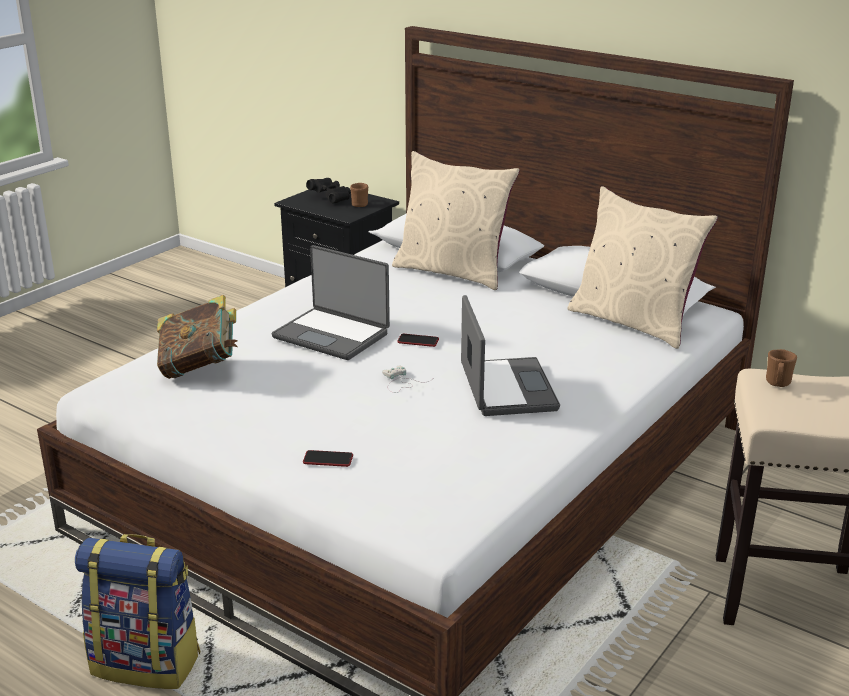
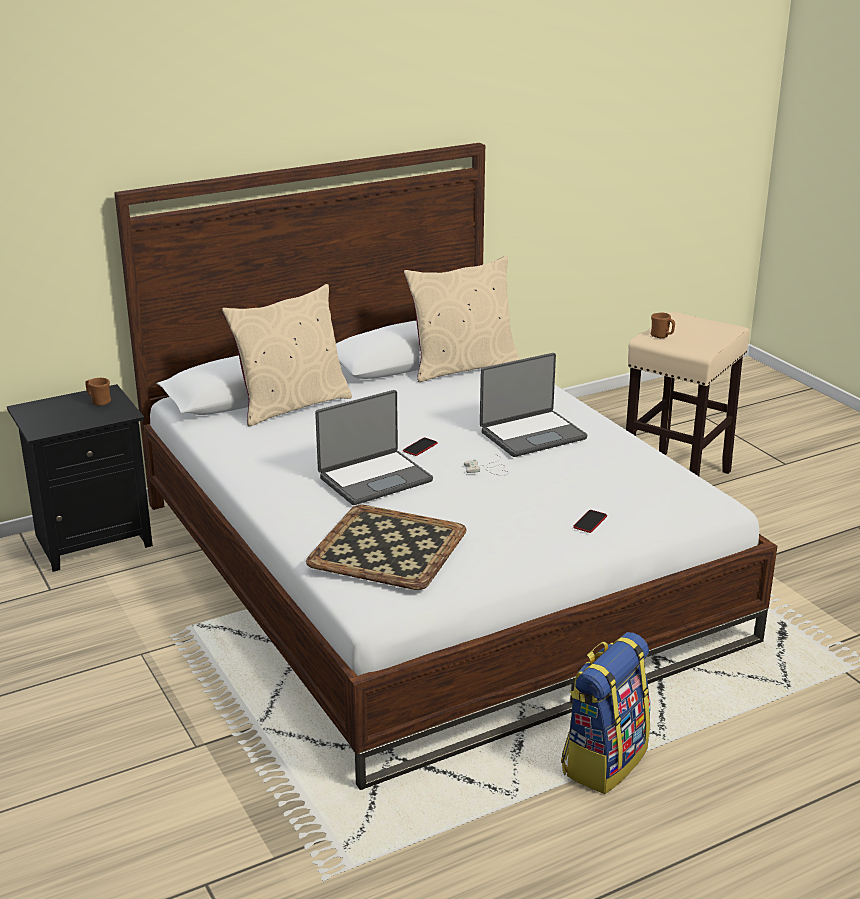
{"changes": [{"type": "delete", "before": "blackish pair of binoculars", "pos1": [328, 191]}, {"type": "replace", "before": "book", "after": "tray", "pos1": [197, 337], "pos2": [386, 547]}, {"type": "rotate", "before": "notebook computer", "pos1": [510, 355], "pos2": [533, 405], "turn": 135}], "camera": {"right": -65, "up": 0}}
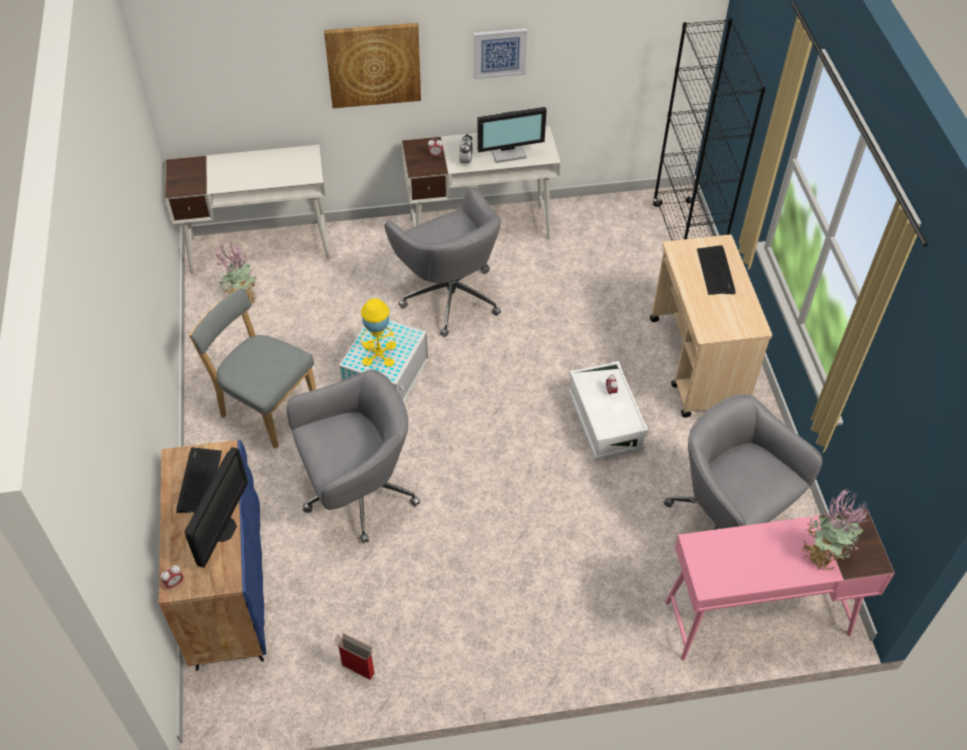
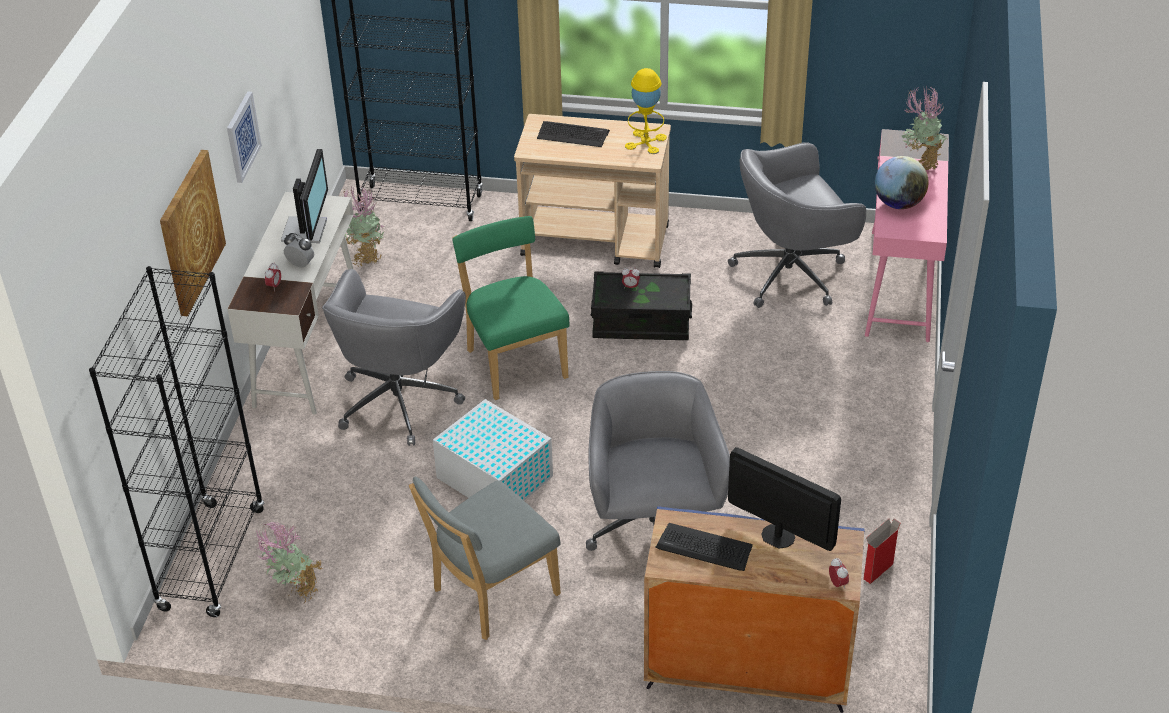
{"changes": [{"type": "insert", "after": "houseplant", "pos2": [364, 226]}, {"type": "insert", "after": "green upright chair", "pos2": [510, 308]}, {"type": "insert", "after": "desk globe", "pos2": [902, 182]}, {"type": "move", "before": "yellow-coloured table lamp", "pos1": [378, 332], "pos2": [646, 111]}, {"type": "replace", "before": "whitish desk", "after": "blackish shelving unit", "pos1": [247, 209], "pos2": [176, 441]}, {"type": "recolor", "before": "whitish storage bin", "after": "blackish storage bin", "pos1": [608, 411], "pos2": [641, 305]}, {"type": "rotate", "before": "gray office chair", "pos1": [443, 262], "pos2": [394, 357], "turn": 120}], "camera": {"right": -70, "up": -10}}
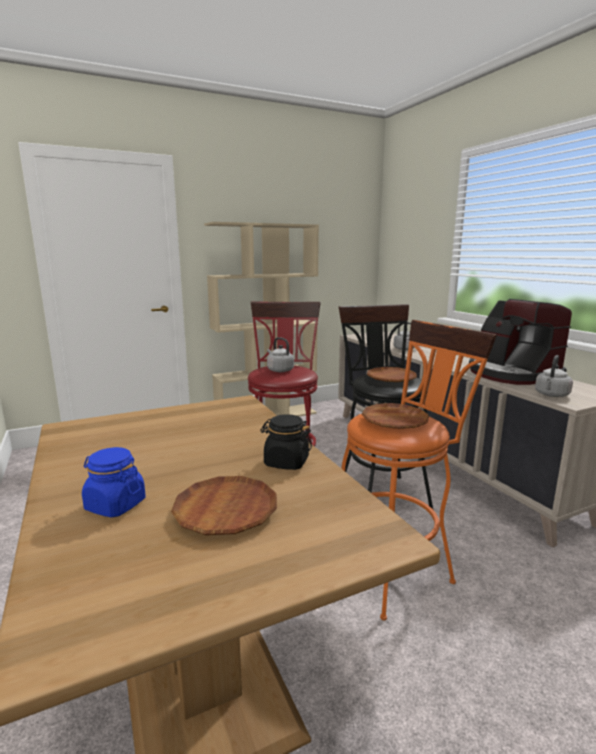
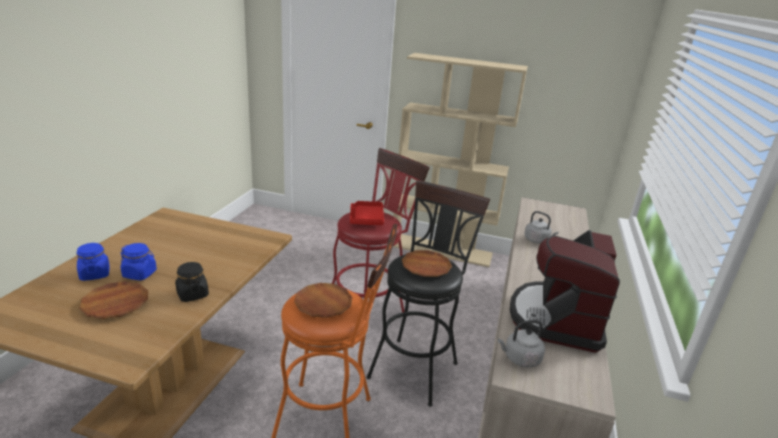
{"changes": [{"type": "insert", "after": "bluish preserve jar", "pos2": [139, 261]}, {"type": "replace", "before": "gray tea kettle", "after": "red-coloured tray", "pos1": [280, 354], "pos2": [367, 213]}], "camera": {"right": 40, "up": 10}}
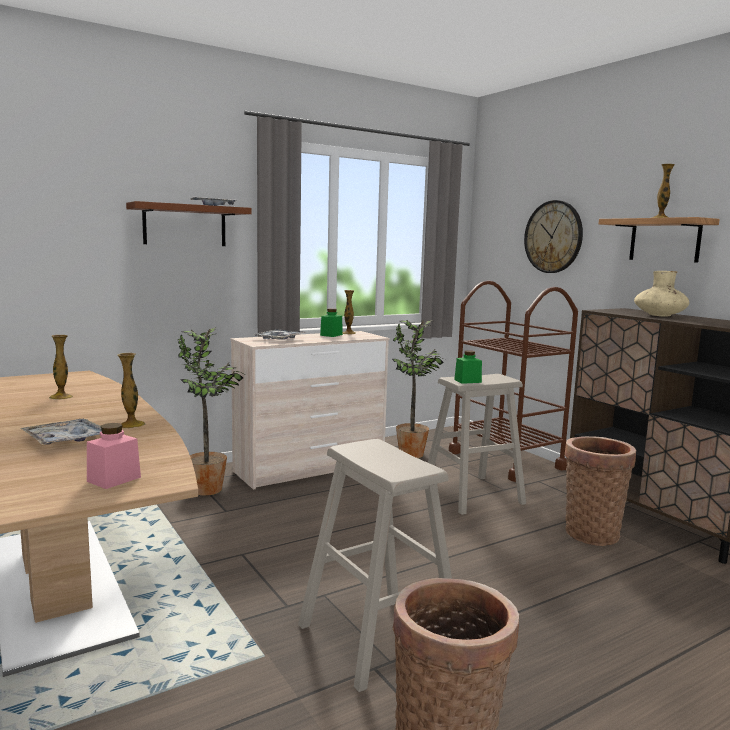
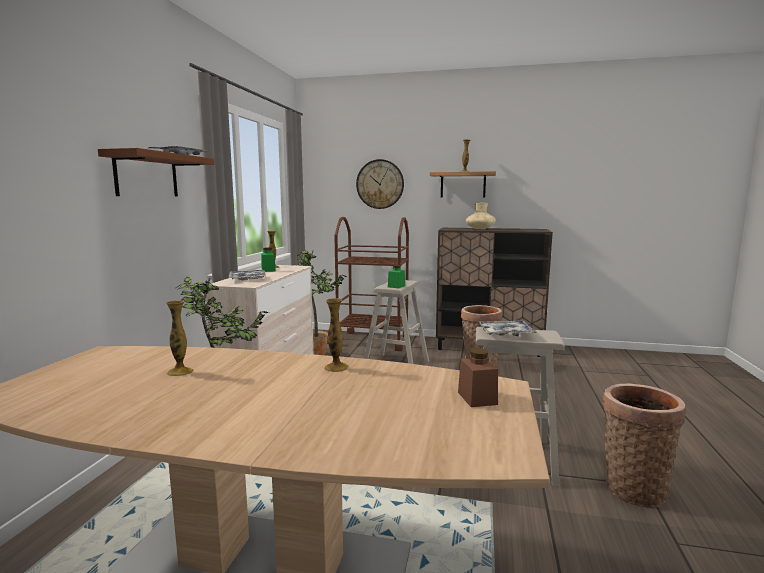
{"changes": [{"type": "move", "before": "tray", "pos1": [61, 432], "pos2": [508, 328]}, {"type": "recolor", "before": "pinkish preserve jar", "after": "brownish preserve jar", "pos1": [114, 456], "pos2": [478, 377]}], "camera": {"right": -45, "up": 0}}
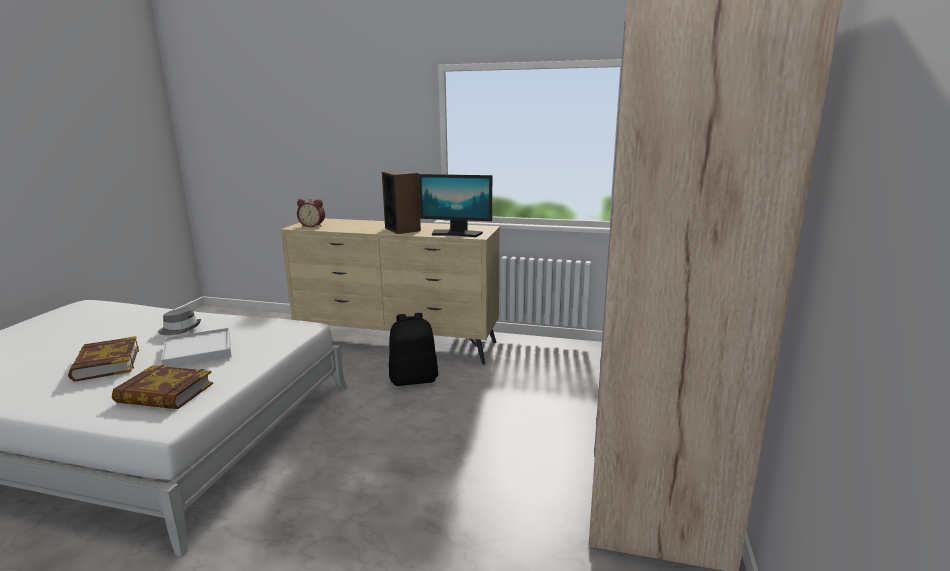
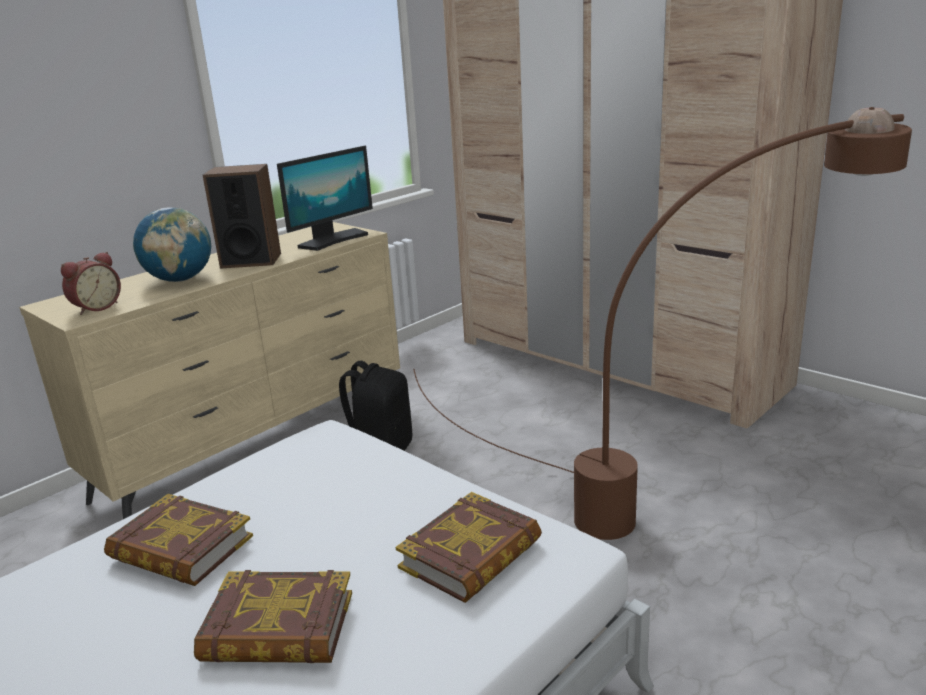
{"changes": [{"type": "delete", "before": "whitish tray", "pos1": [196, 347]}, {"type": "insert", "after": "desk globe", "pos2": [172, 244]}, {"type": "insert", "after": "brownish standing lamp", "pos2": [663, 323]}, {"type": "replace", "before": "gray wearable hat", "after": "book", "pos1": [179, 321], "pos2": [178, 540]}], "camera": {"right": -60, "up": 5}}
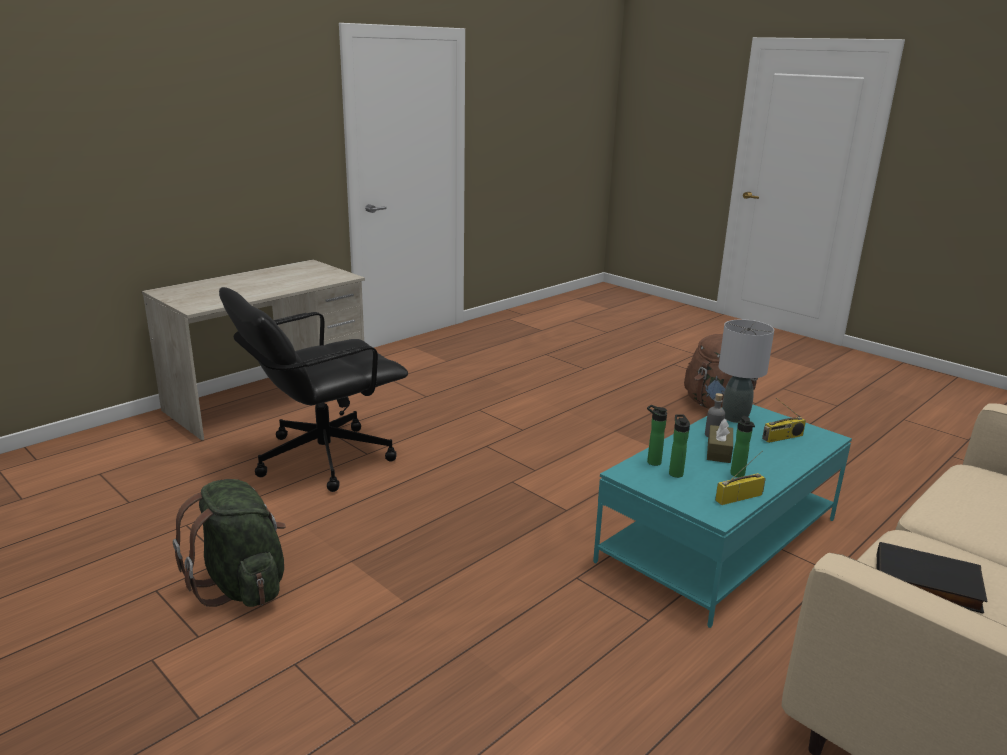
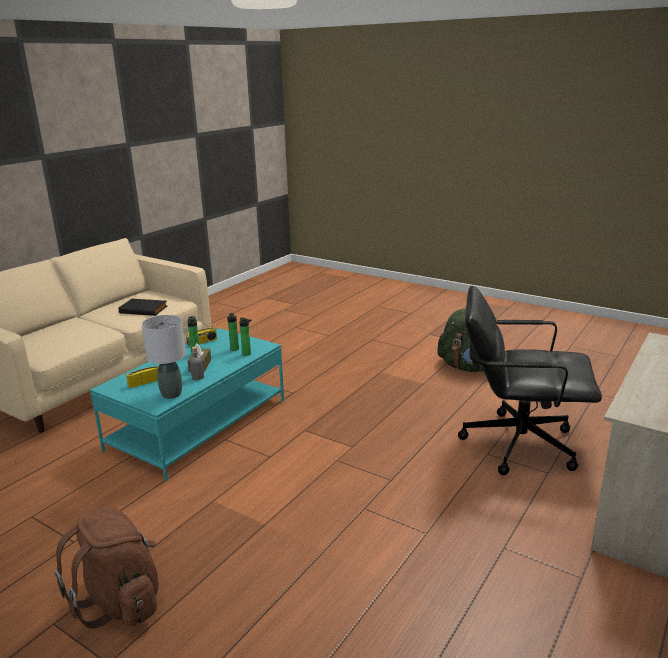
{"changes": [{"type": "rotate", "before": "blackish office chair", "pos1": [313, 389], "pos2": [530, 380], "turn": -120}], "camera": {"right": 170, "up": 0}}
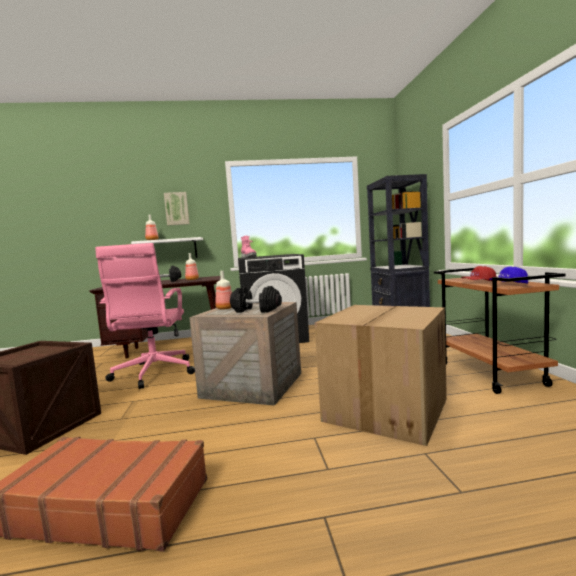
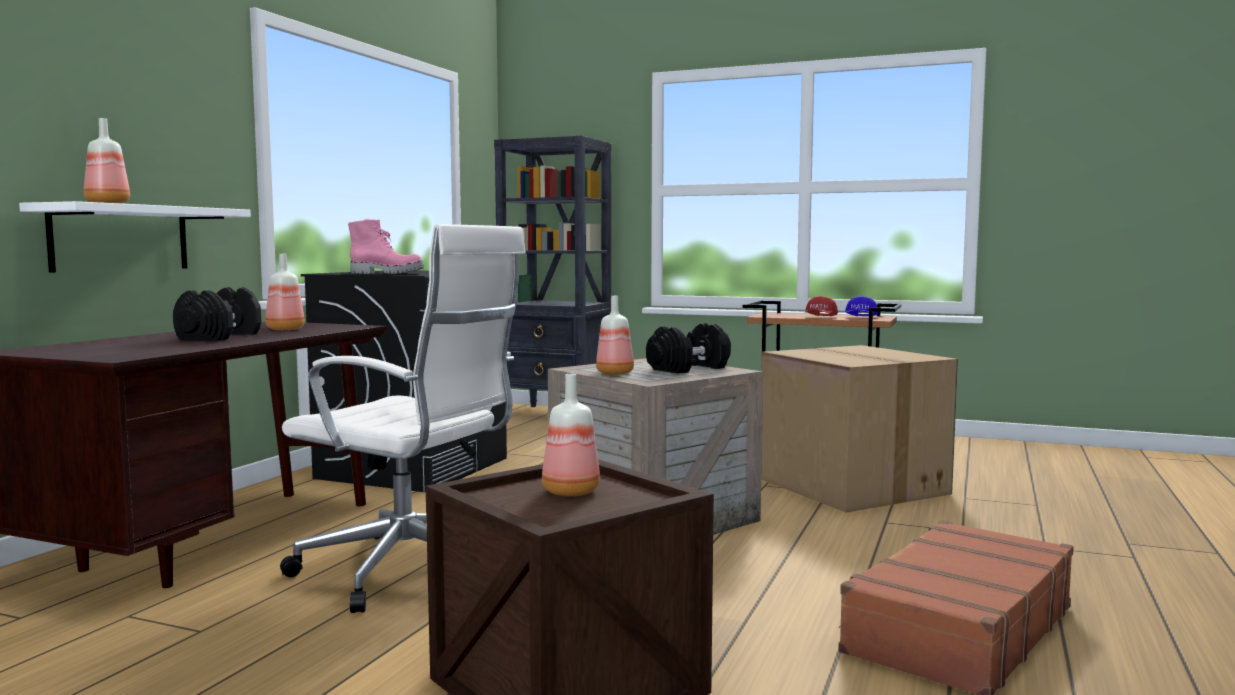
{"changes": [{"type": "delete", "before": "wall art", "pos1": [176, 208]}, {"type": "insert", "after": "bottle", "pos2": [571, 435]}, {"type": "recolor", "before": "pinkish office chair", "after": "whitish office chair", "pos1": [145, 316], "pos2": [403, 418]}], "camera": {"right": -60, "up": 0}}
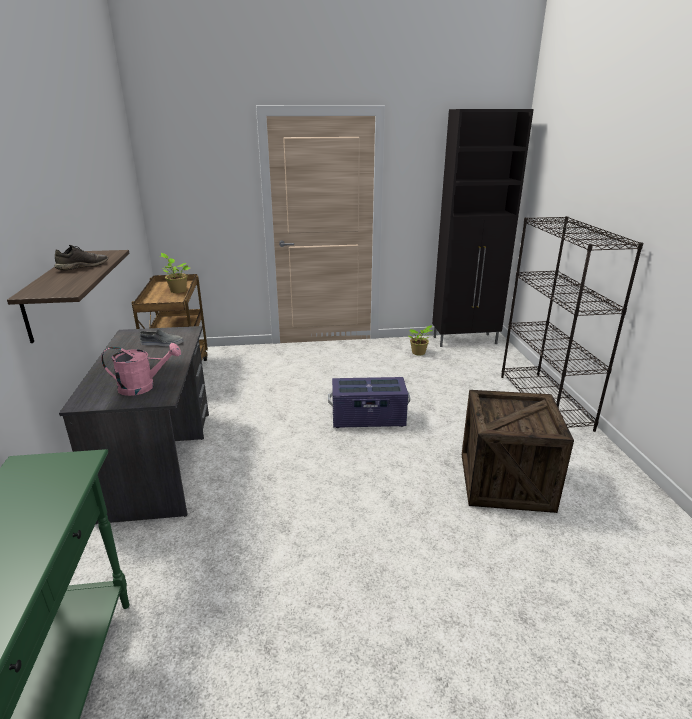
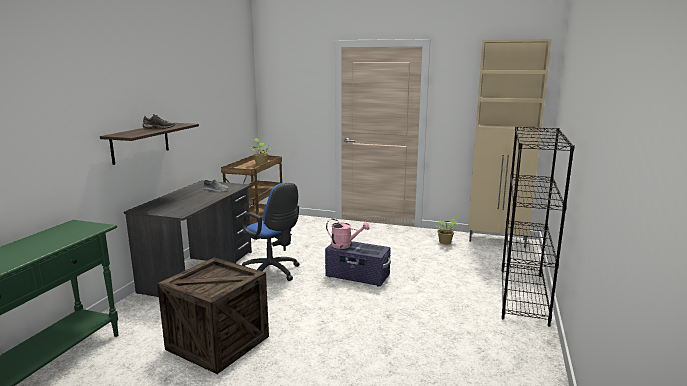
{"changes": [{"type": "insert", "after": "bluish office chair", "pos2": [270, 232]}, {"type": "move", "before": "pinkish sprinkling can", "pos1": [141, 369], "pos2": [348, 234]}, {"type": "move", "before": "shipping crate", "pos1": [518, 451], "pos2": [213, 315]}, {"type": "recolor", "before": "blackish storage cabinet", "after": "sand-coloured storage cabinet", "pos1": [483, 228], "pos2": [510, 143]}], "camera": {"right": 25, "up": -10}}
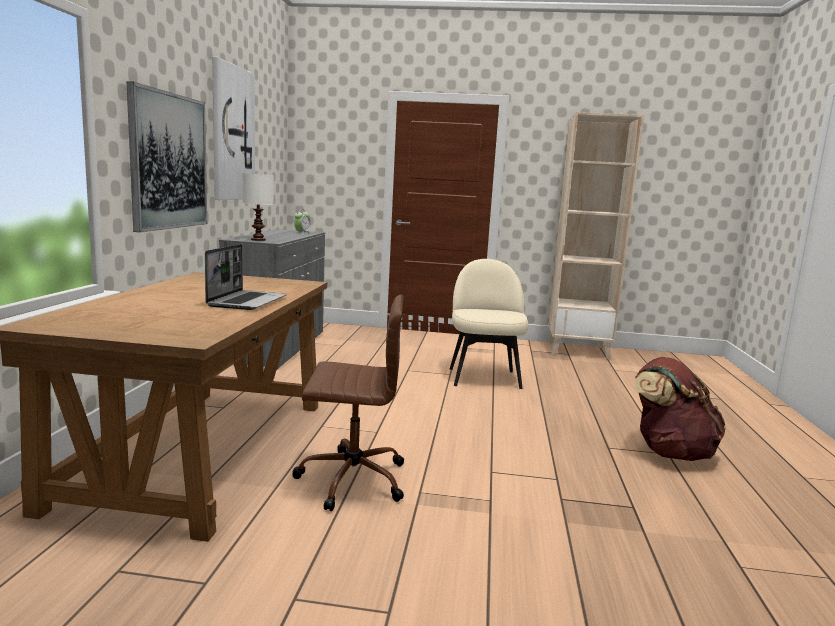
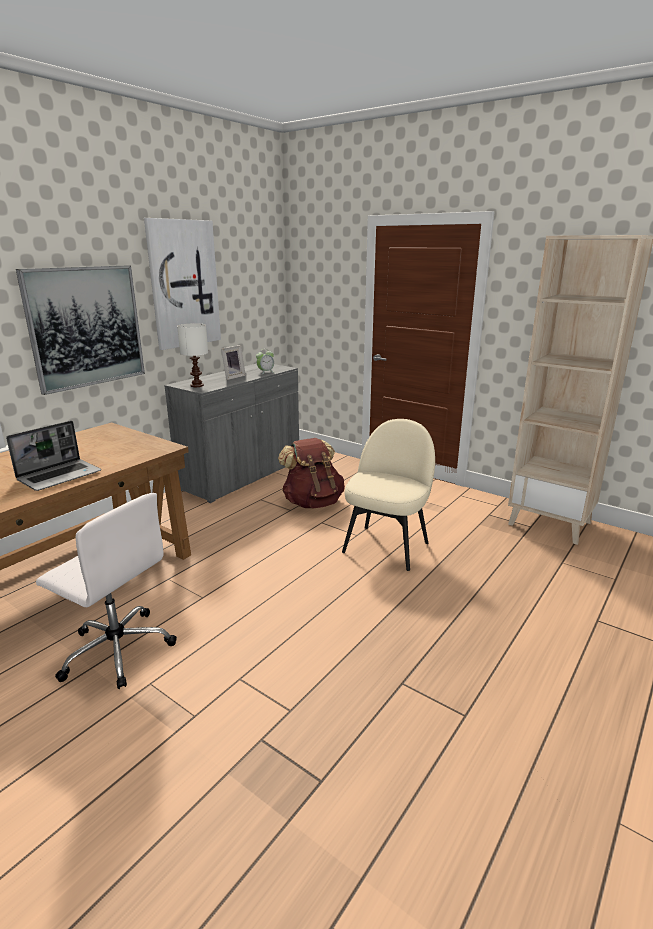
{"changes": [{"type": "insert", "after": "photo frame", "pos2": [233, 362]}, {"type": "move", "before": "brownish knapsack", "pos1": [680, 409], "pos2": [311, 473]}, {"type": "recolor", "before": "brownish office chair", "after": "whitish office chair", "pos1": [348, 403], "pos2": [106, 591]}], "camera": {"right": 30, "up": 10}}
